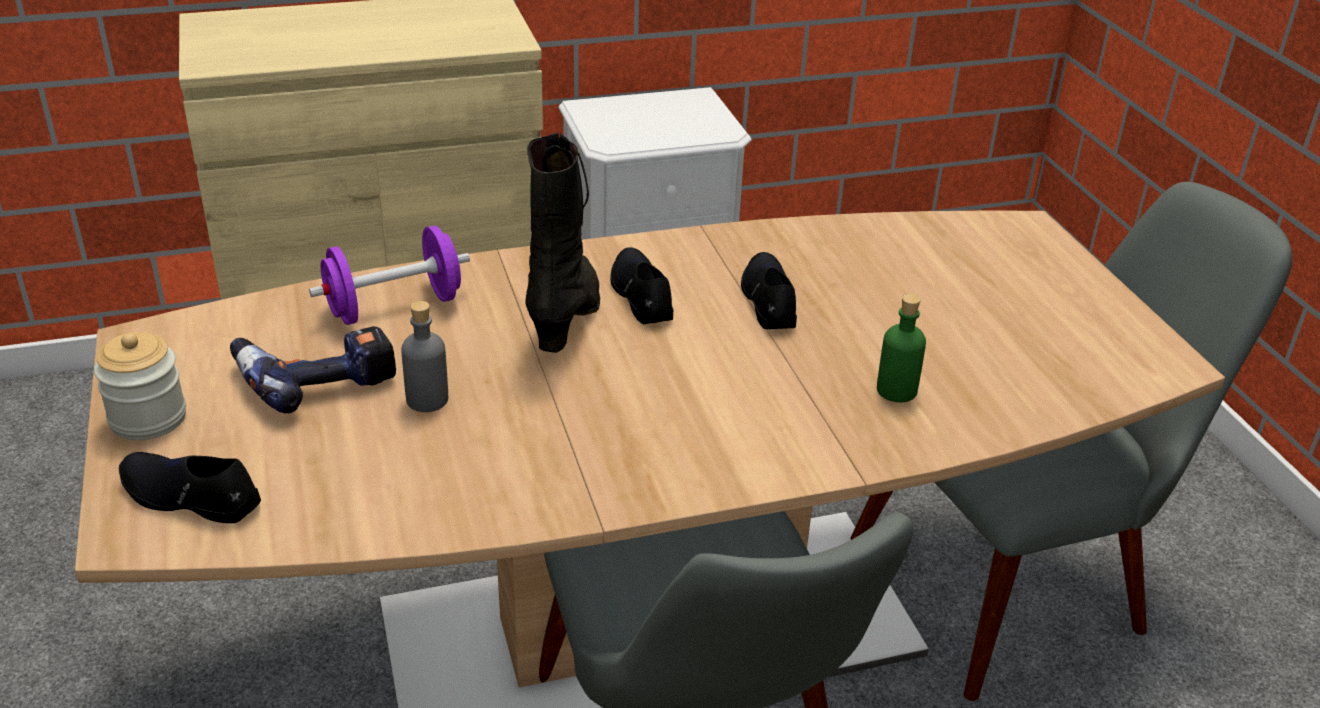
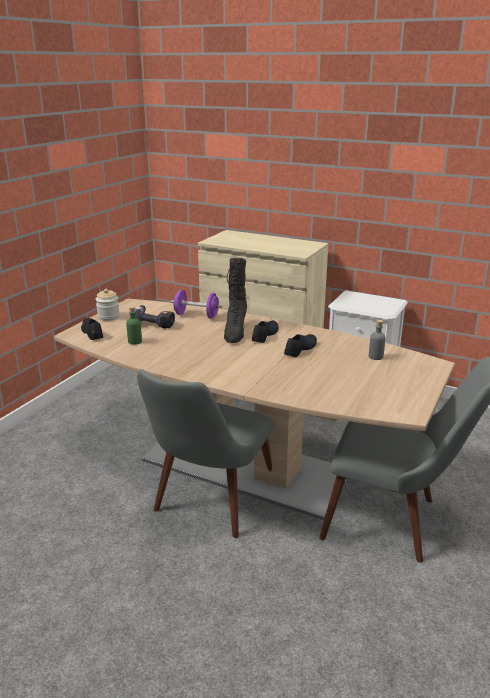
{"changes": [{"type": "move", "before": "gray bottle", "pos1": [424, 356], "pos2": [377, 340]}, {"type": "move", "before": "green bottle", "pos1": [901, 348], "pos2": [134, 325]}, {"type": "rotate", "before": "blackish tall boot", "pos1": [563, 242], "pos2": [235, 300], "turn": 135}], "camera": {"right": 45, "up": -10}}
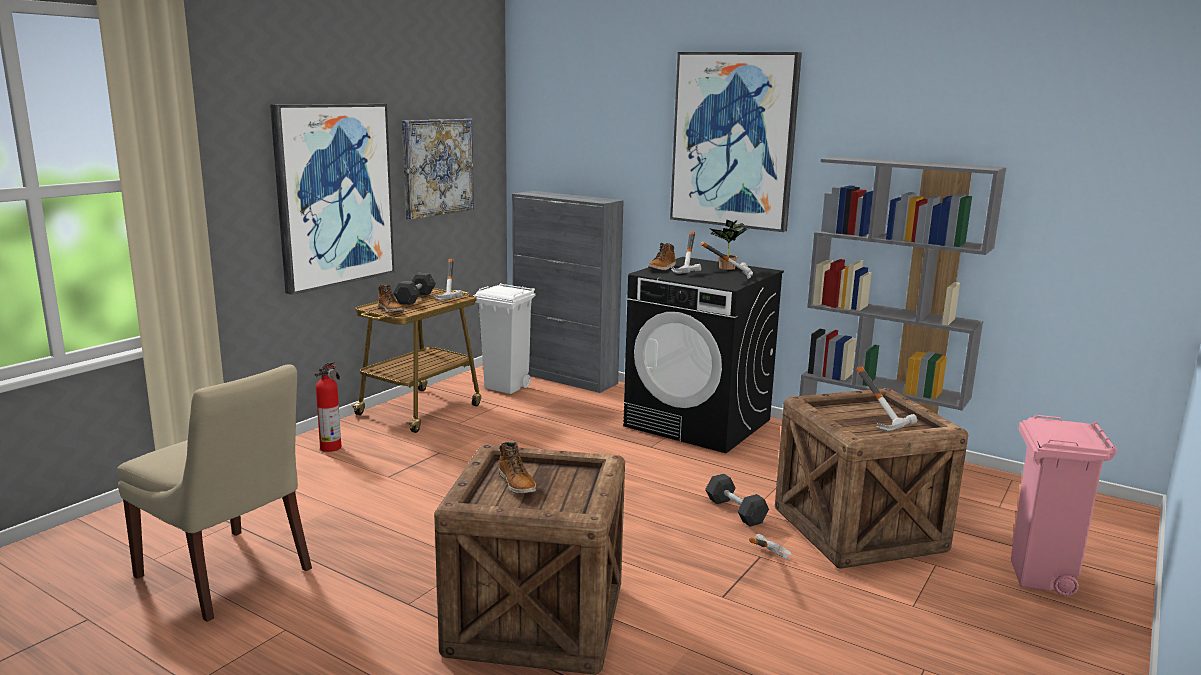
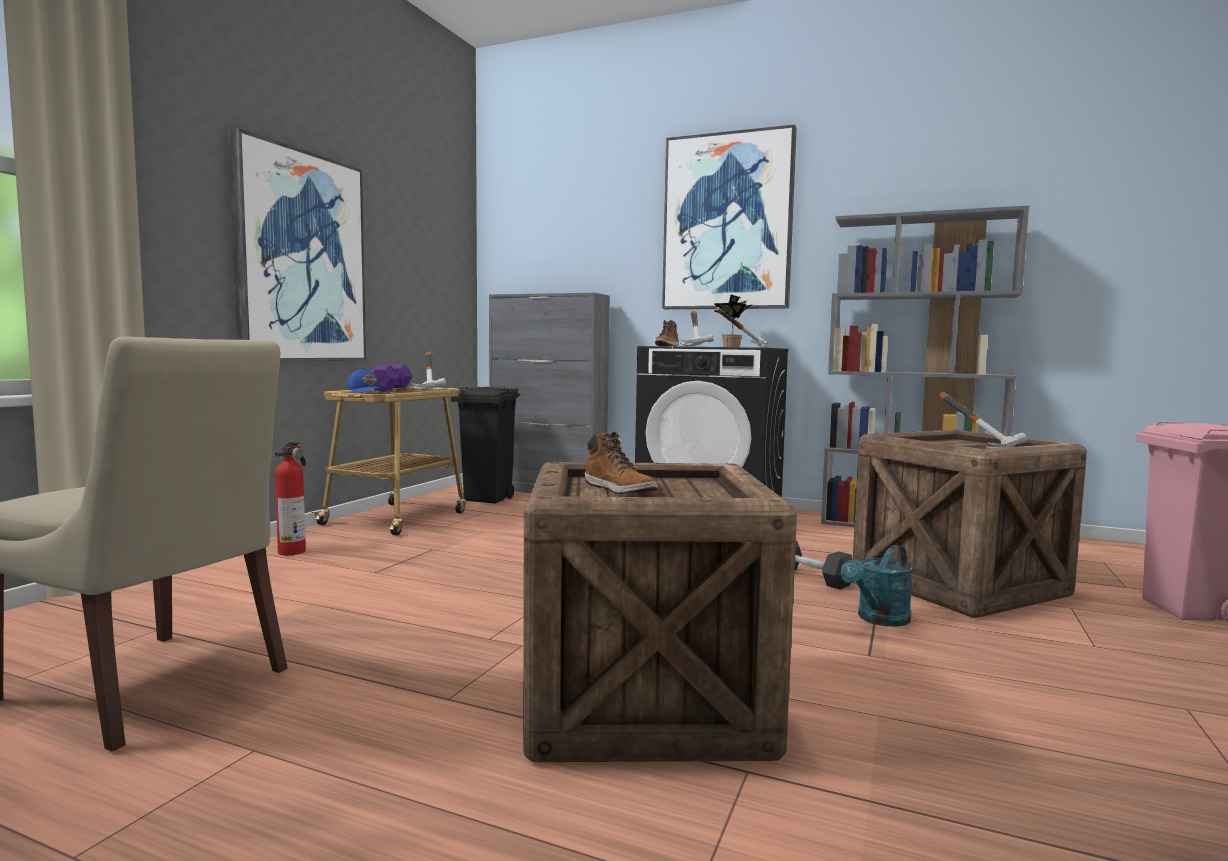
{"changes": [{"type": "delete", "before": "wall art", "pos1": [438, 169]}, {"type": "replace", "before": "tall boot", "after": "bluish baseball cap", "pos1": [391, 298], "pos2": [366, 380]}, {"type": "replace", "before": "hand hammer", "after": "turquoise sprinkling can", "pos1": [770, 547], "pos2": [877, 585]}, {"type": "recolor", "before": "gray free weight", "after": "purple-coloured free weight", "pos1": [414, 289], "pos2": [392, 377]}, {"type": "recolor", "before": "whitish trash can", "after": "blackish trash can", "pos1": [504, 338], "pos2": [485, 445]}], "camera": {"right": -10, "up": -10}}
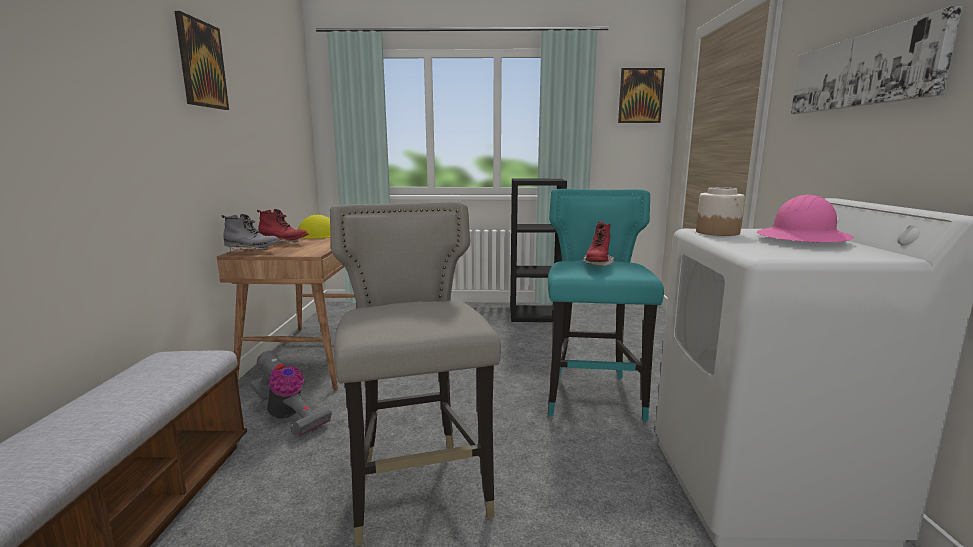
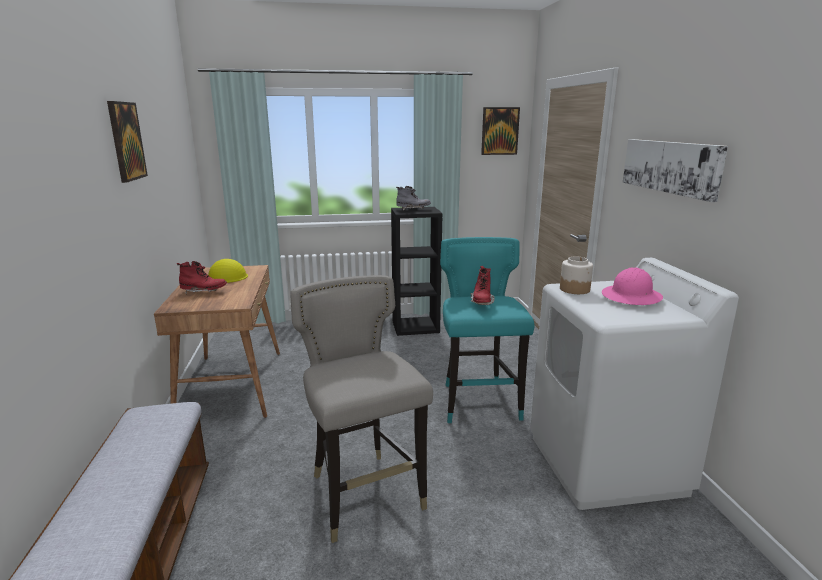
{"changes": [{"type": "delete", "before": "vacuum", "pos1": [290, 393]}, {"type": "move", "before": "gray tall boot", "pos1": [251, 233], "pos2": [413, 198]}], "camera": {"right": -10, "up": 5}}
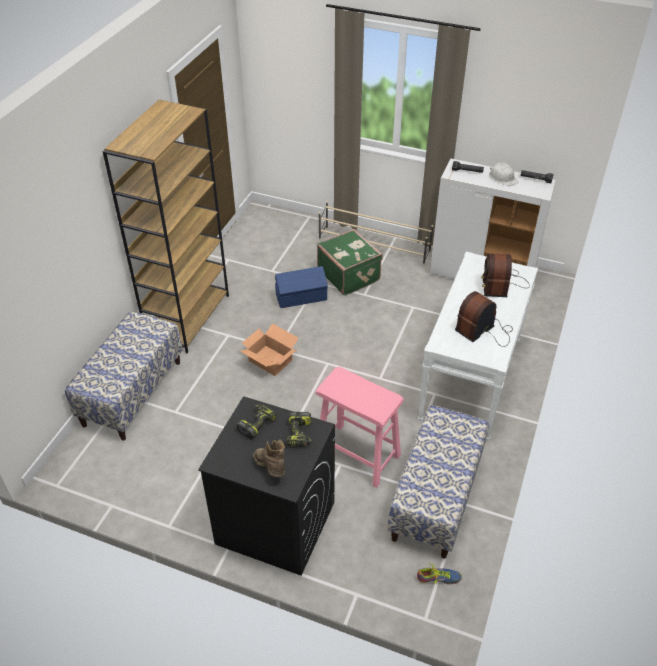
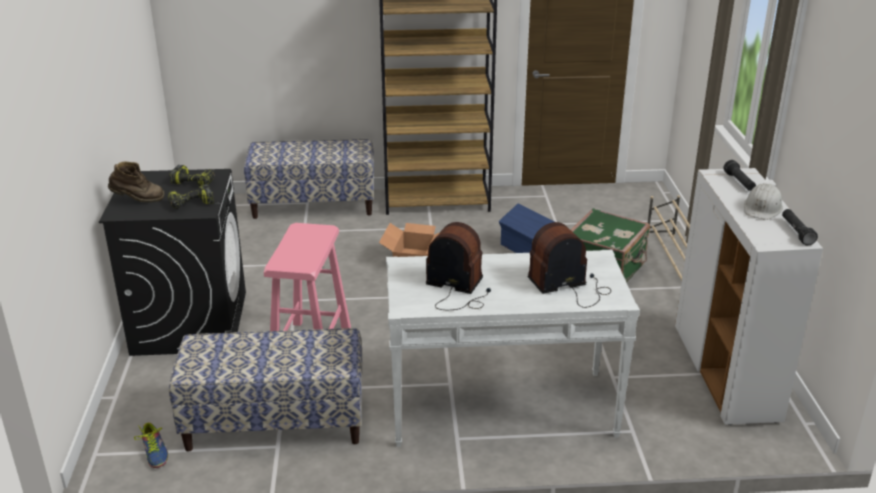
{"changes": [{"type": "rotate", "before": "brownish tall boot", "pos1": [269, 458], "pos2": [136, 181], "turn": 45}], "camera": {"right": 65, "up": -15}}
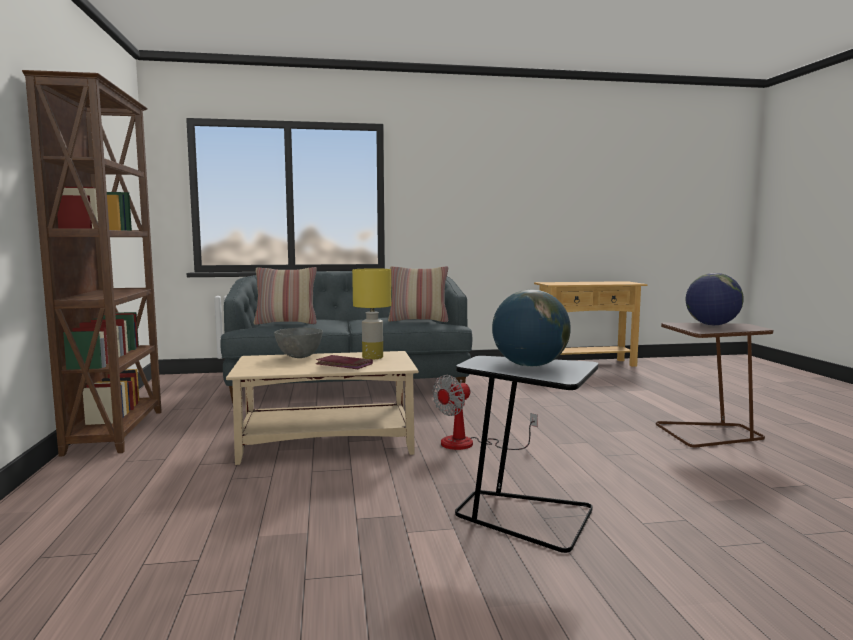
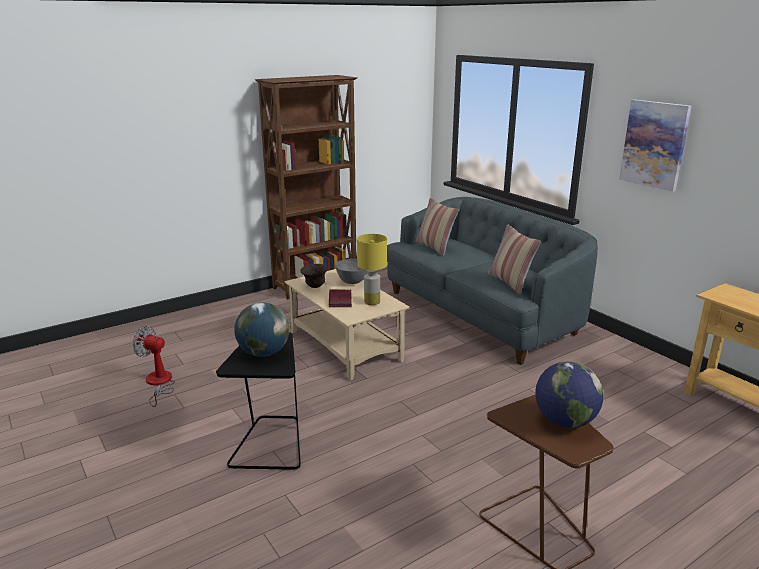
{"changes": [{"type": "insert", "after": "brownish serving bowl", "pos2": [314, 276]}, {"type": "insert", "after": "wall art", "pos2": [655, 145]}, {"type": "move", "before": "cooling fan", "pos1": [485, 412], "pos2": [153, 366]}], "camera": {"right": 65, "up": 15}}
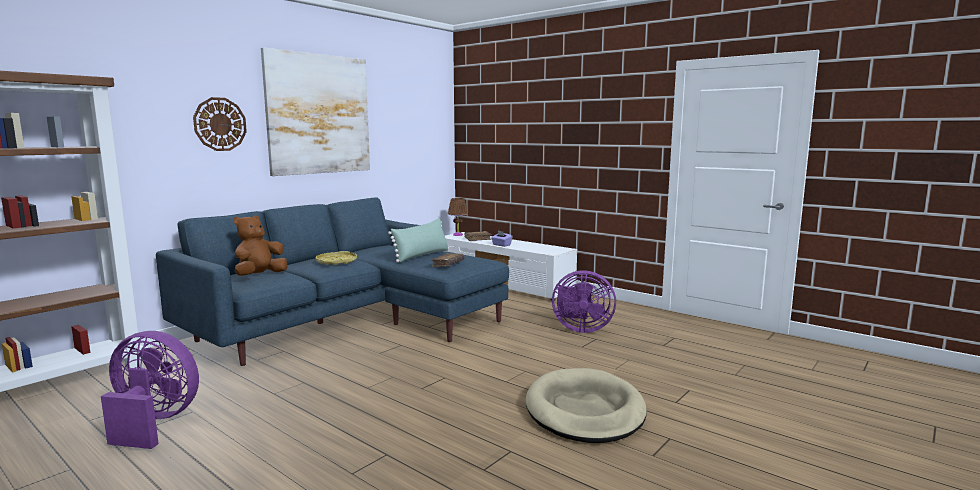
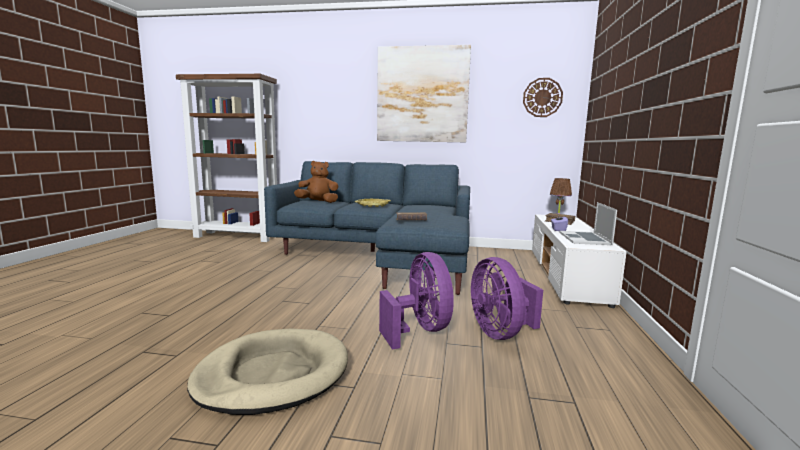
{"changes": [{"type": "delete", "before": "green cushion", "pos1": [418, 240]}, {"type": "insert", "after": "notebook computer", "pos2": [588, 223]}, {"type": "move", "before": "purple-coloured cooling fan", "pos1": [150, 390], "pos2": [416, 300]}, {"type": "move", "before": "hanging clock", "pos1": [220, 124], "pos2": [543, 97]}], "camera": {"right": 60, "up": 0}}
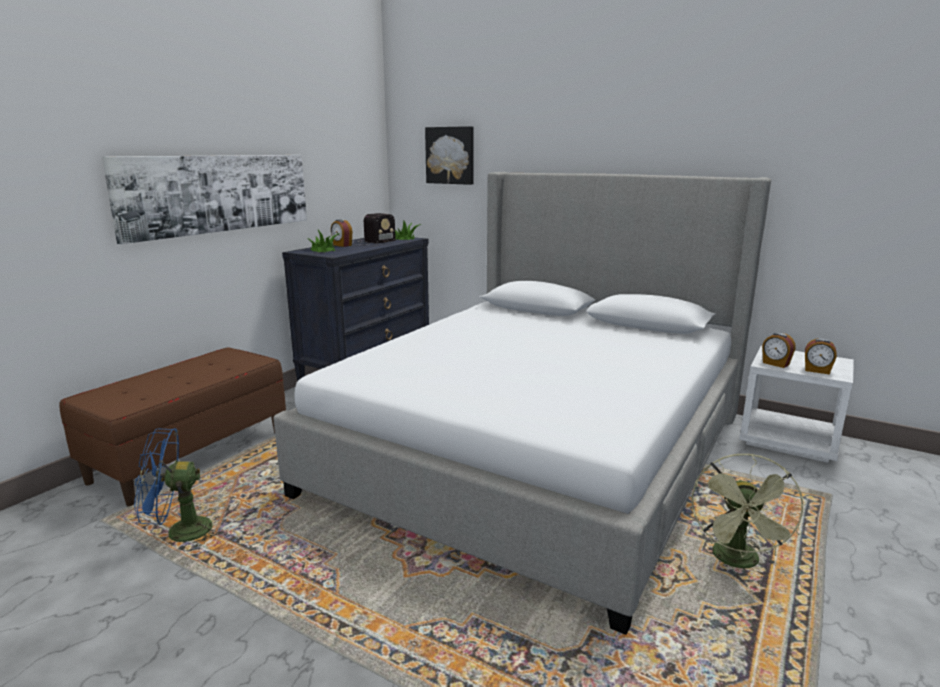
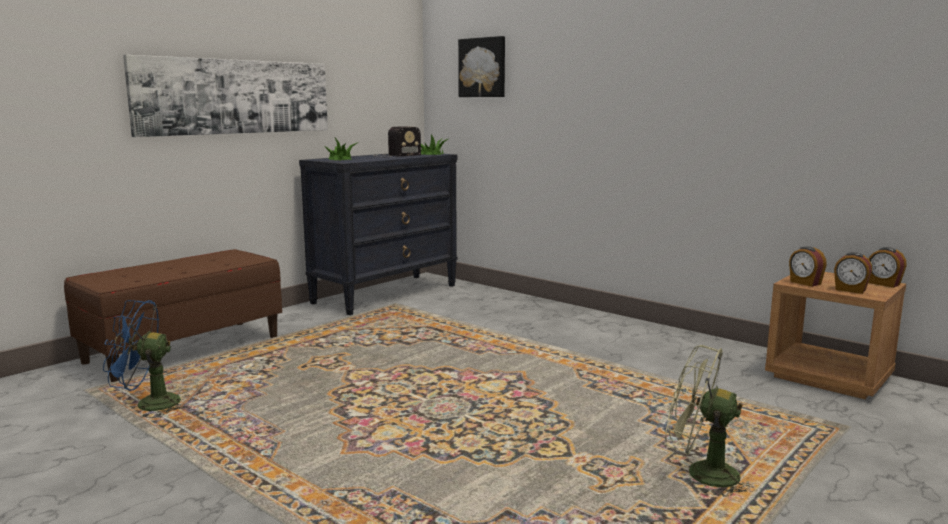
{"changes": [{"type": "delete", "before": "bed", "pos1": [522, 403]}, {"type": "move", "before": "table clock", "pos1": [341, 233], "pos2": [888, 267]}, {"type": "recolor", "before": "whitish bedside table", "after": "brownish bedside table", "pos1": [796, 404], "pos2": [835, 335]}, {"type": "rotate", "before": "green cooling fan", "pos1": [749, 511], "pos2": [709, 421], "turn": 90}], "camera": {"right": 10, "up": -5}}
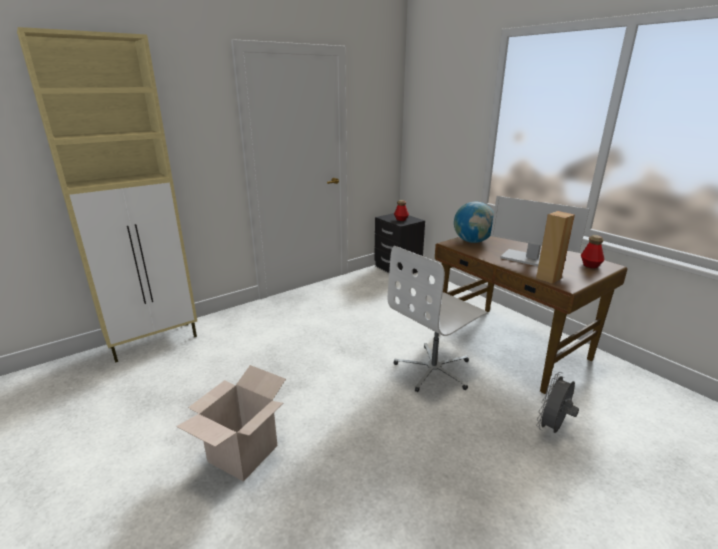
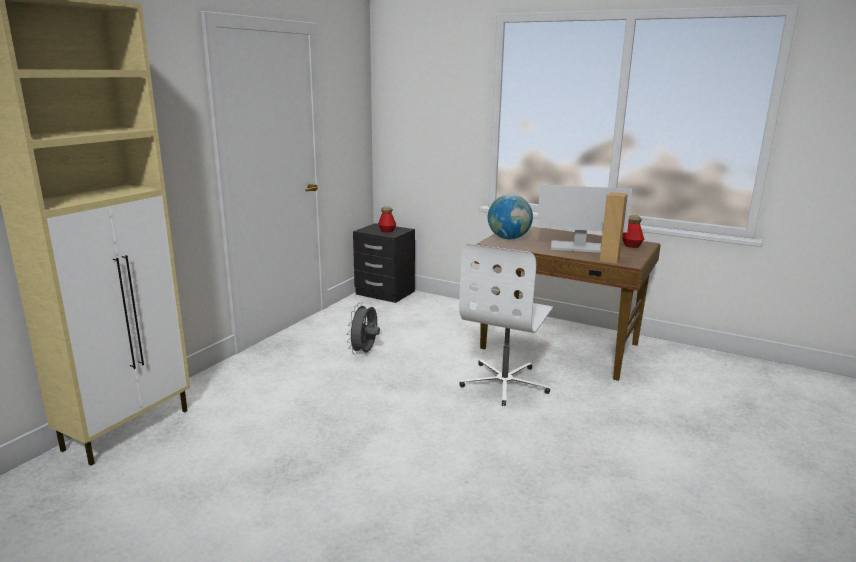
{"changes": [{"type": "delete", "before": "carton", "pos1": [231, 423]}, {"type": "move", "before": "gray cooling fan", "pos1": [557, 402], "pos2": [363, 329]}], "camera": {"right": -25, "up": -5}}
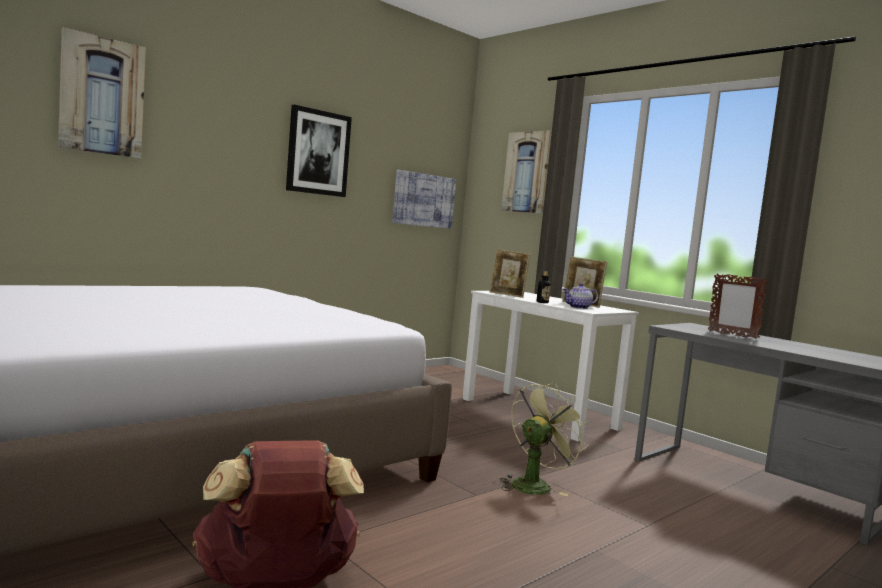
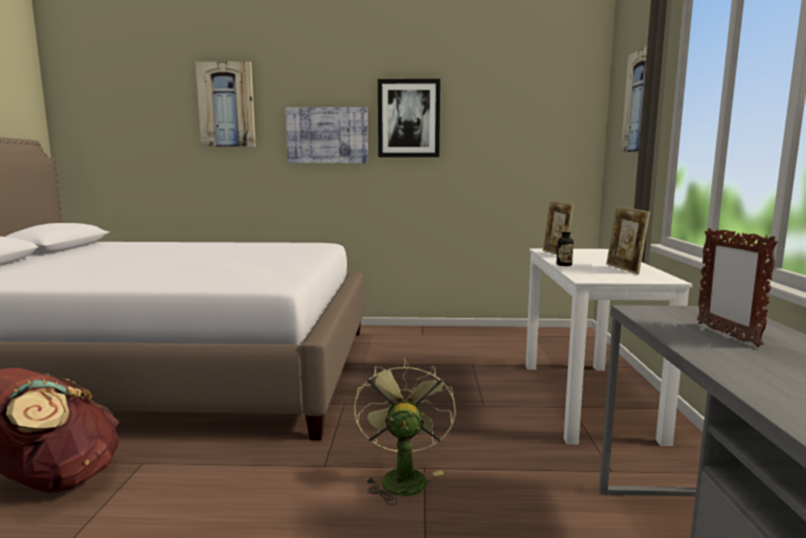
{"changes": [{"type": "delete", "before": "pot for tea", "pos1": [580, 296]}, {"type": "move", "before": "wall art", "pos1": [424, 199], "pos2": [326, 135]}, {"type": "rotate", "before": "green cooling fan", "pos1": [543, 439], "pos2": [405, 432], "turn": -90}], "camera": {"right": 45, "up": 5}}
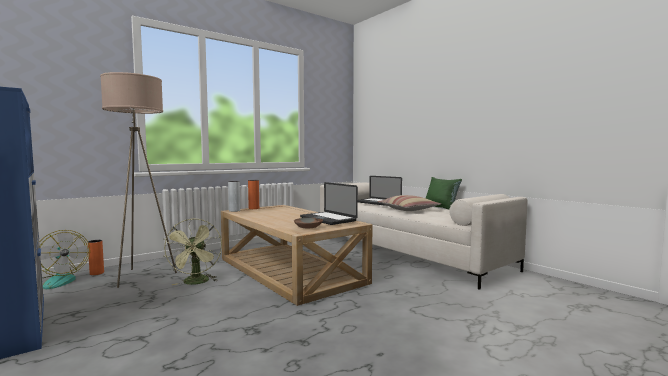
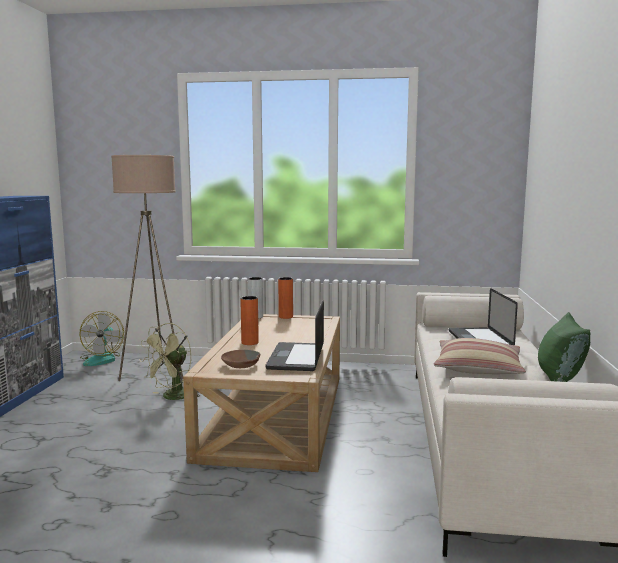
{"changes": [{"type": "move", "before": "orange flower vase", "pos1": [96, 257], "pos2": [249, 320]}], "camera": {"right": 45, "up": 5}}
